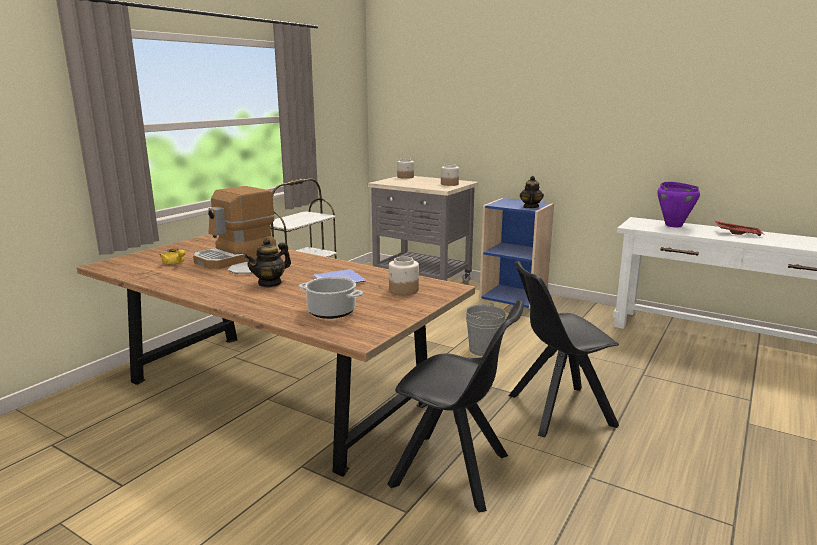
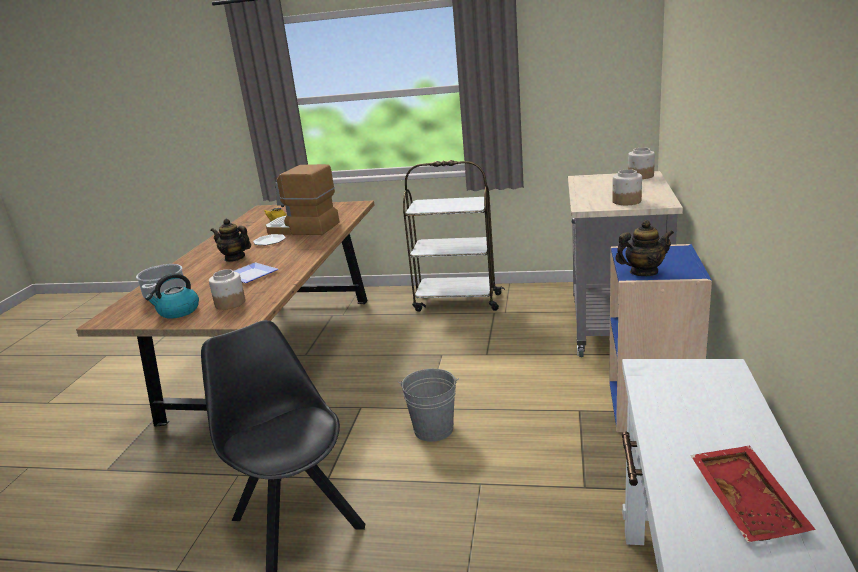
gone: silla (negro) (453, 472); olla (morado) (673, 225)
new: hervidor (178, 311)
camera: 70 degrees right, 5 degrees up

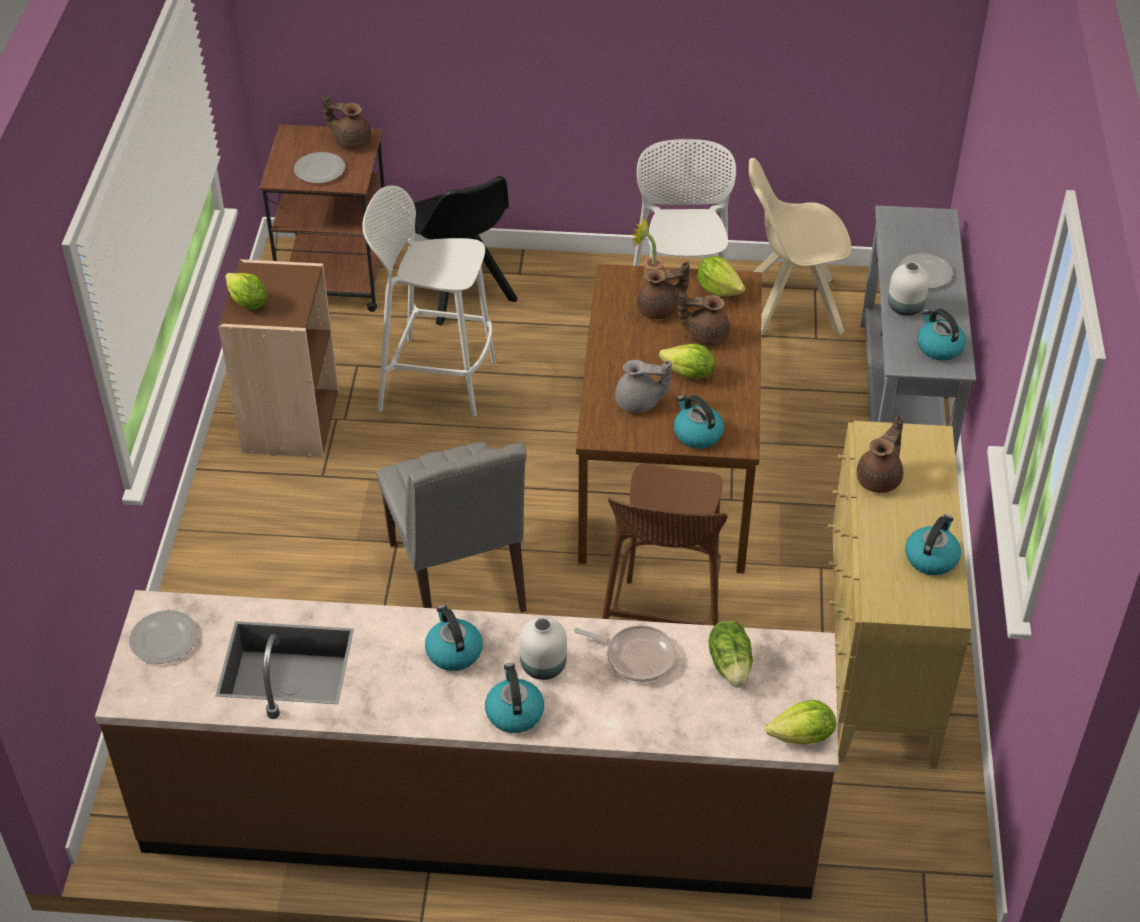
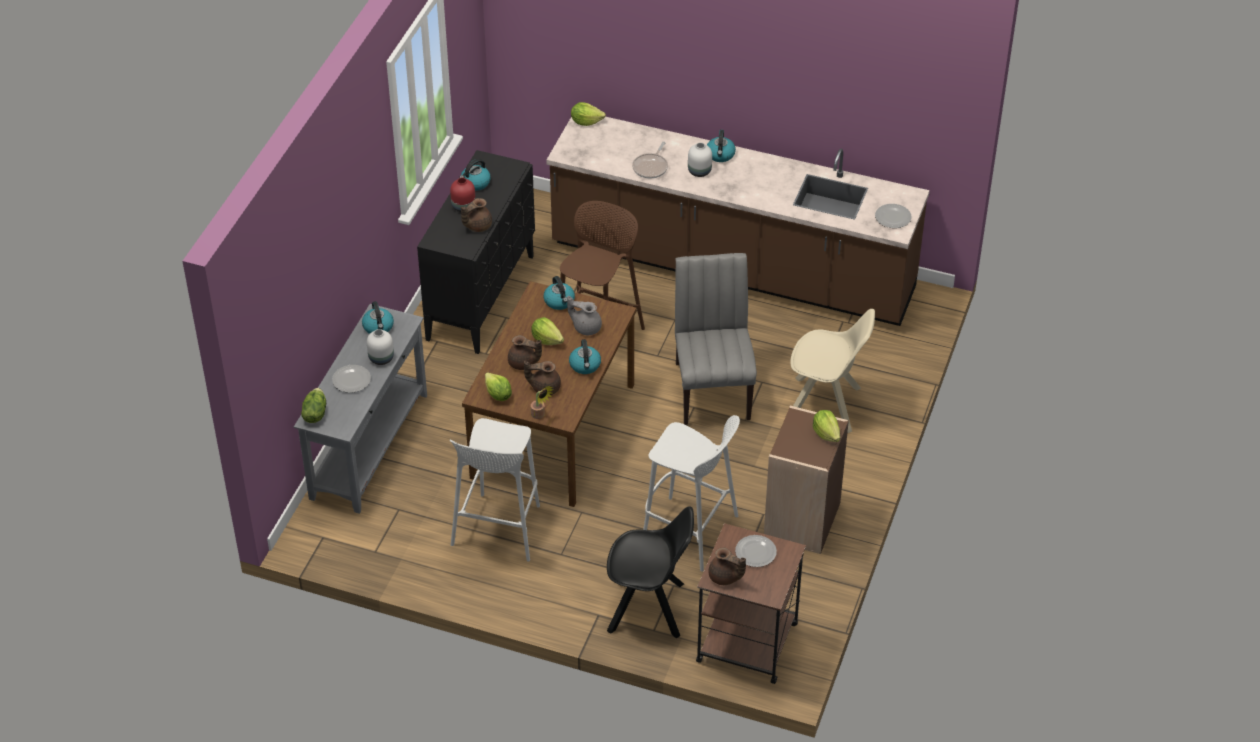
new: florero (rojo) (463, 206)
shifted: lechuga (731, 665) to (314, 413); hervidor (453, 651) to (585, 365); silla (beis) (789, 306) to (826, 405)
repainted: cómoda (beis) (877, 662) to cómoda (negro) (483, 297)
rotated: silla (negro) (462, 290) = (649, 608) 105 degrees clockwise; sartén (636, 656) = (651, 167) 105 degrees counterclockwise
camera: 165 degrees left, 0 degrees up

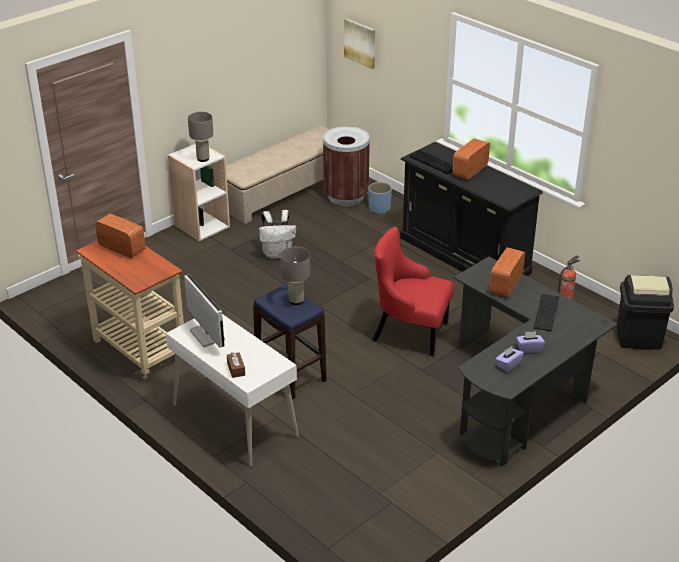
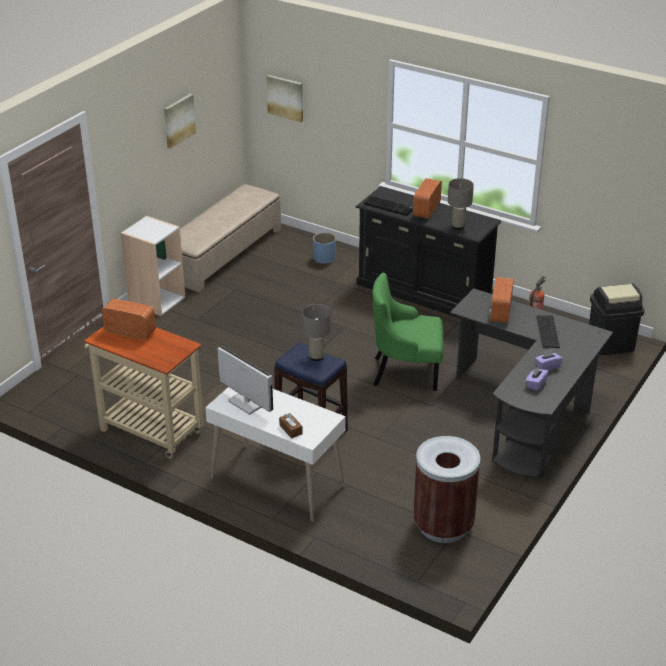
gone: mochila (blanco) (277, 254)
new: cuadro (178, 120)
shifted: papelera (marrón) (346, 197) to (443, 526); lámpara de mesa (gris) (203, 159) to (458, 226)
repainted: silla (rojo) (411, 333) to silla (verde) (407, 373)
camera: 15 degrees left, 0 degrees up

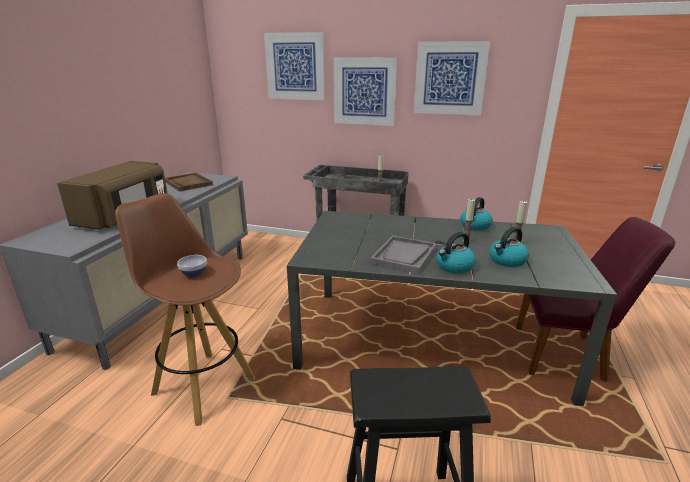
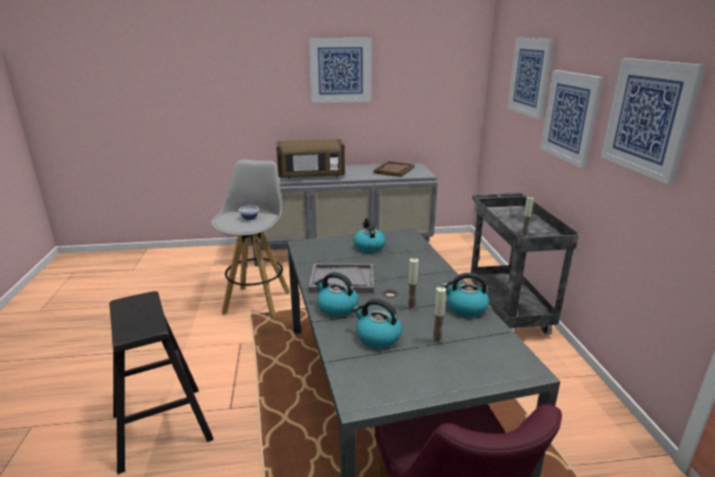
new: cuadro (340, 70); hervidor (368, 246)
repainted: taburete (marrón) (203, 384) to taburete (gris) (258, 301)
camera: 65 degrees right, 0 degrees up

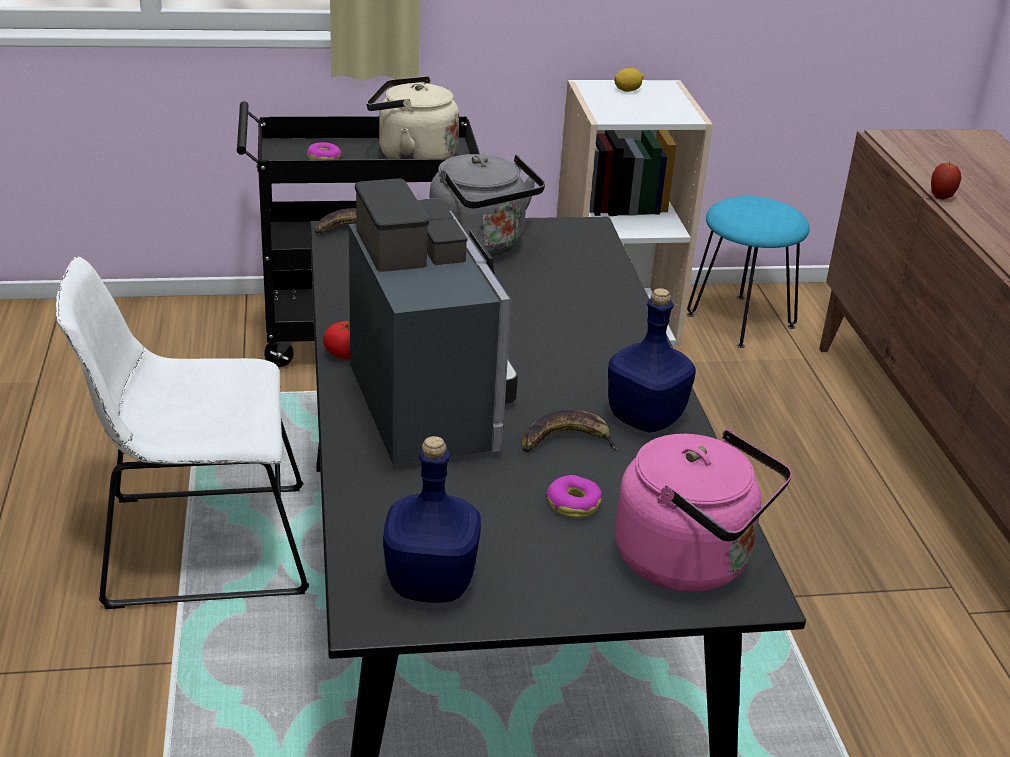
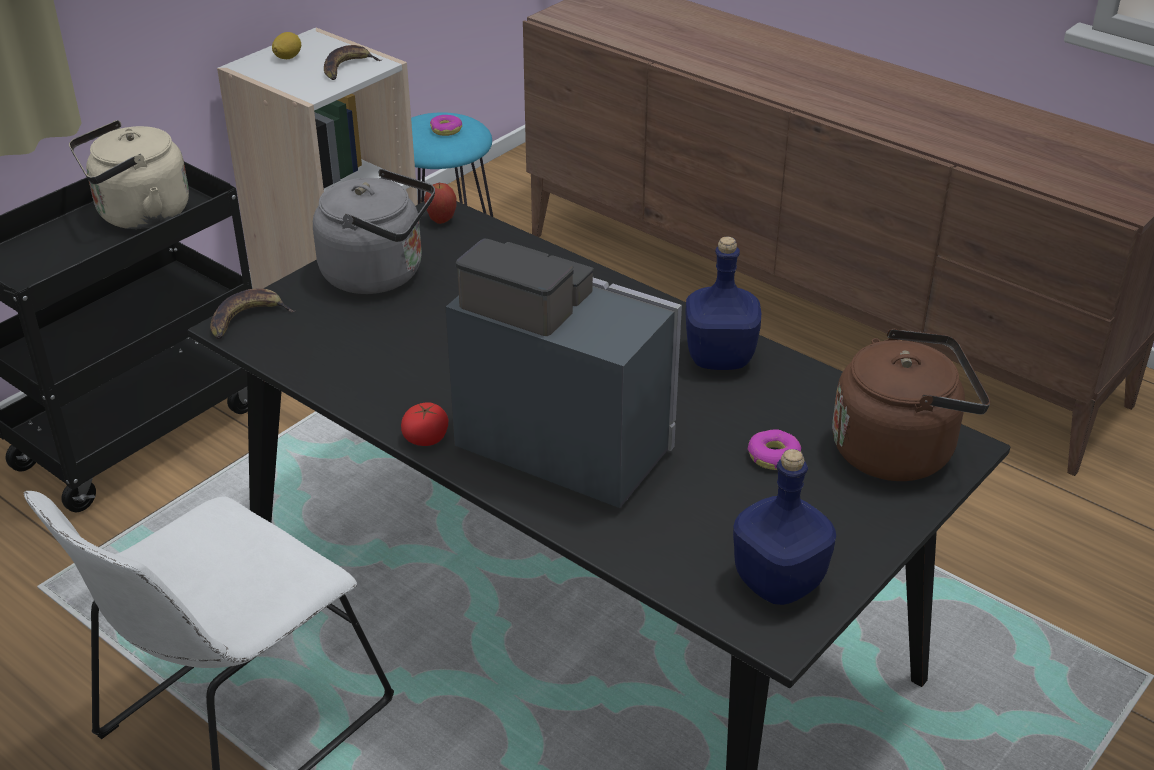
shifted: plátano (566, 441) to (347, 67); manzana (941, 197) to (441, 220); rosquilla (324, 158) to (446, 130)
repainted: hervidor (rosa) (690, 562) to hervidor (marrón) (899, 450)
camera: 40 degrees left, 5 degrees up

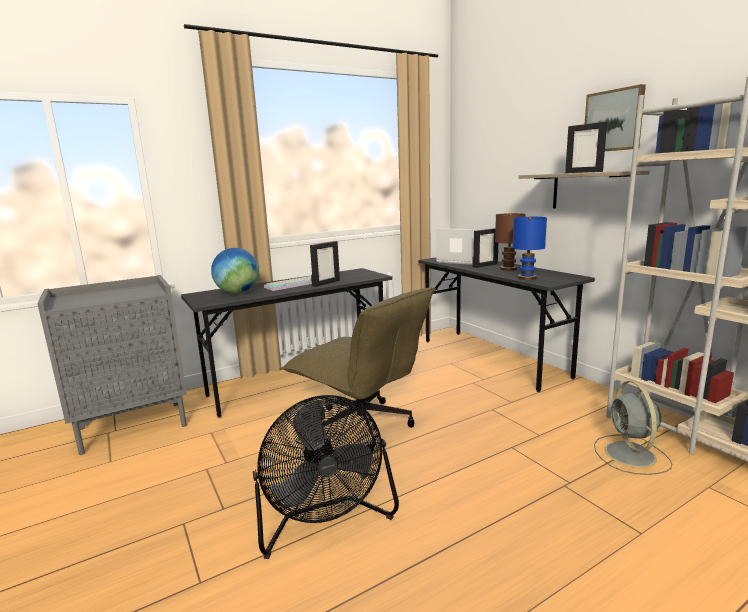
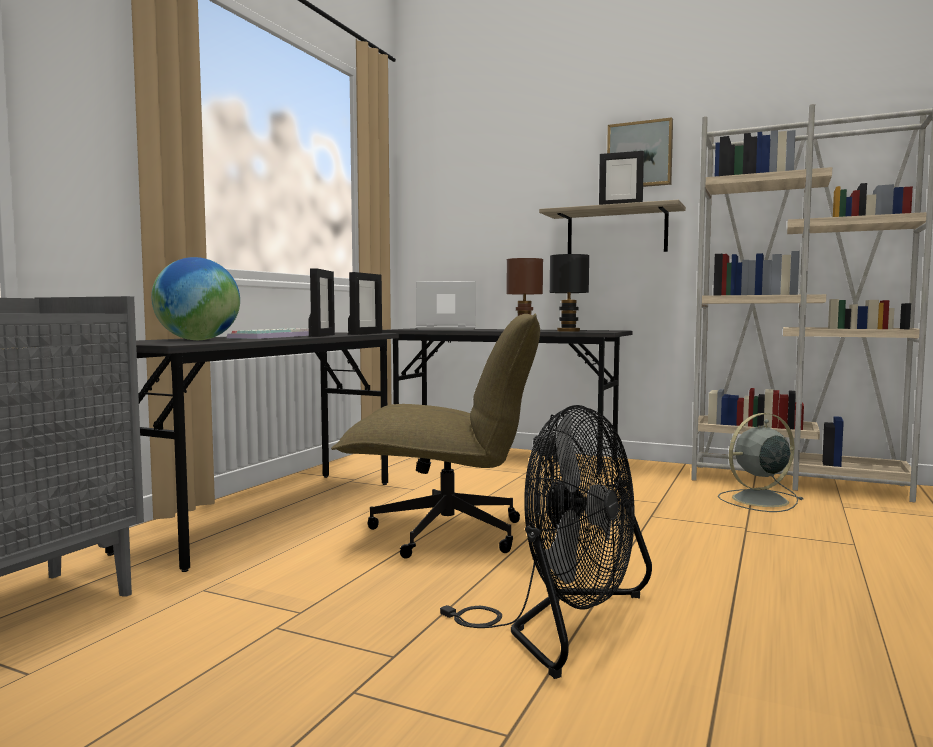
shifted: portarretratos (485, 265) to (365, 333)
repainted: lámpara de mesa (azul) (527, 278) to lámpara de mesa (negro) (568, 331)
rotated: ventilador (gris) (631, 455) = (758, 500) 105 degrees clockwise
camera: 35 degrees left, 10 degrees down

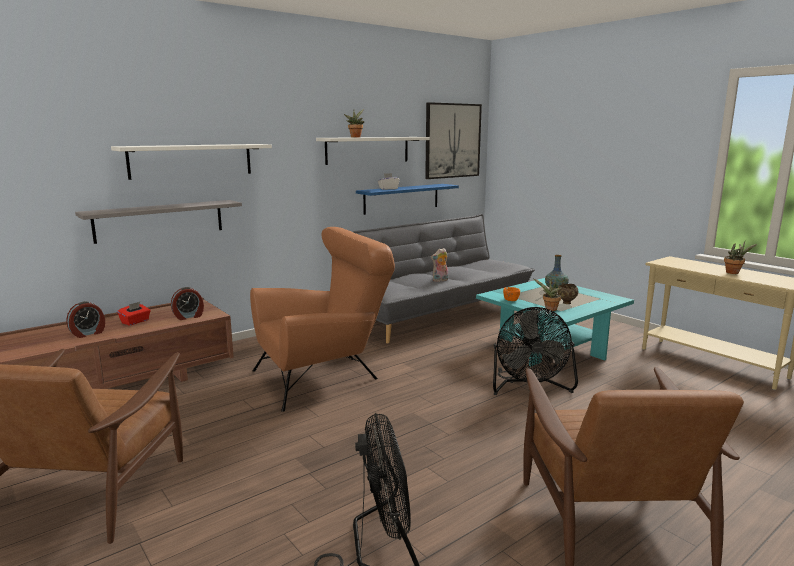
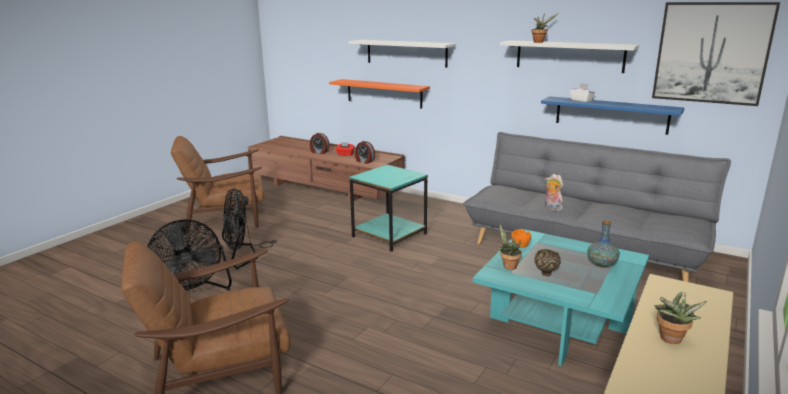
shifted: ventilador (negro) (526, 386) to (244, 253)
swapped: sillón (marrón) (325, 376) to mesa auxiliar (turquesa) (389, 235)
repainted: estante (gris) (160, 220) to estante (naranja) (384, 93)
camera: 70 degrees right, 5 degrees up

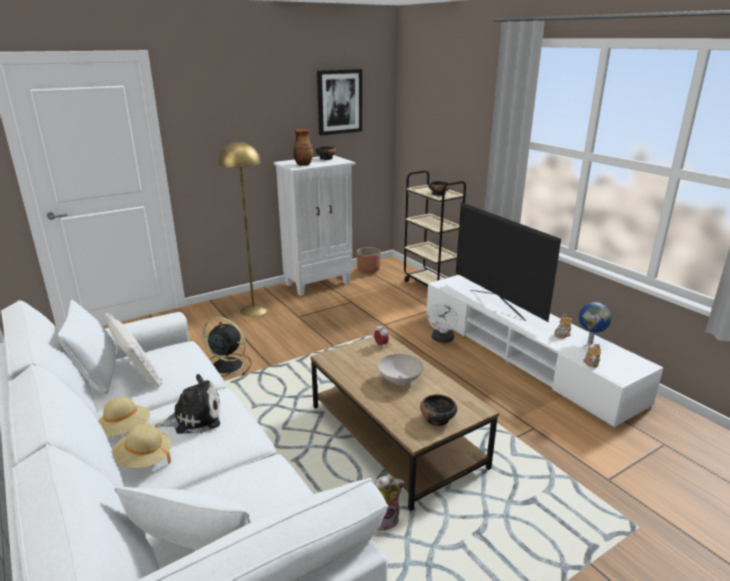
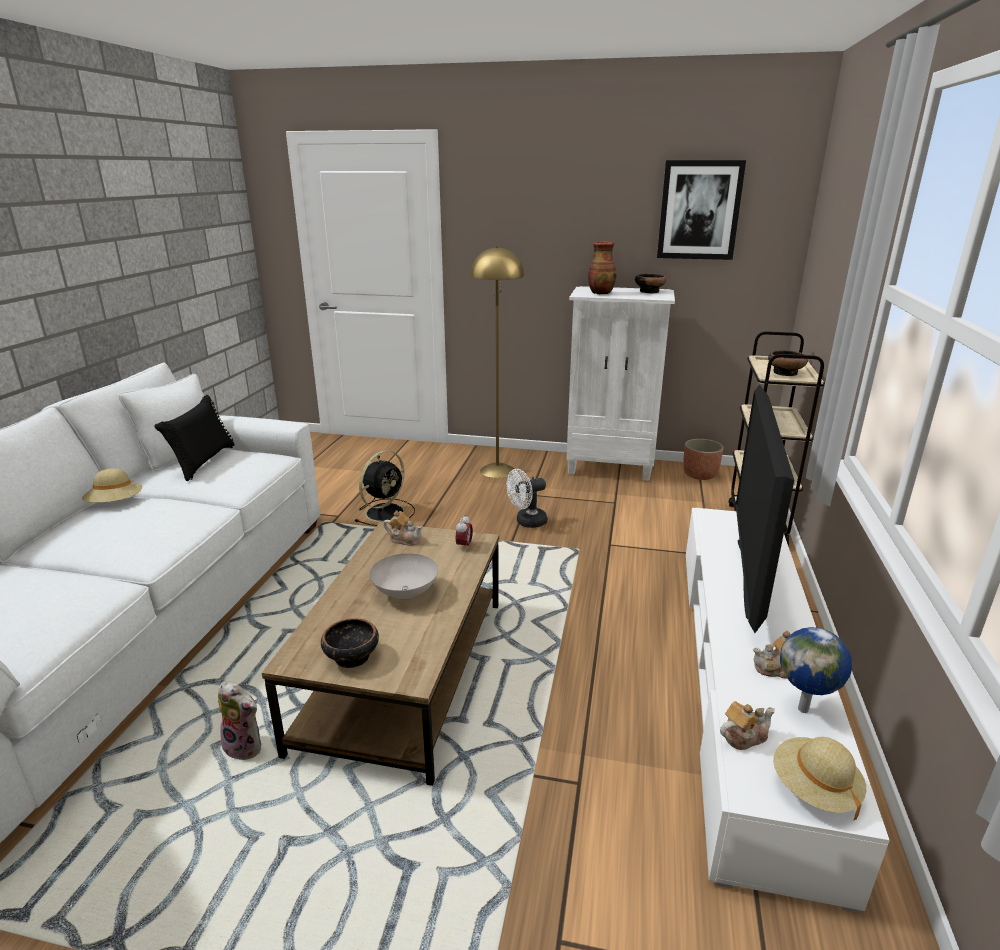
gone: peluche (194, 418)
new: tetera (404, 539)
shifted: ventilador (blanco) (442, 339) to (527, 522); sombrero (beis) (144, 459) to (814, 788)
repainted: cojín (blanco) (137, 371) to cojín (negro) (203, 462)
rotated: ventilador (negro) (226, 365) = (386, 512) 60 degrees clockwise
camera: 45 degrees right, 0 degrees up

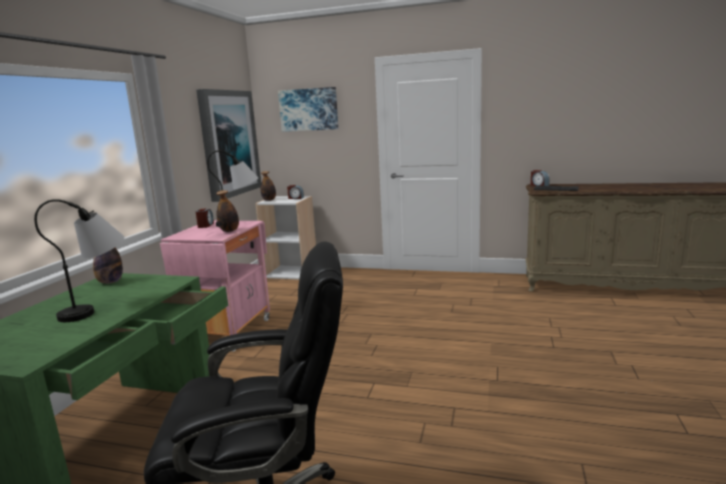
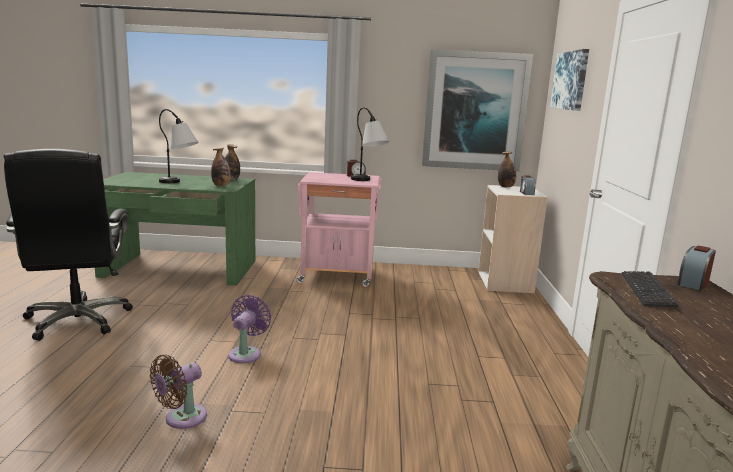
new: ventilador (marrón) (181, 419); ventilador (morado) (246, 353)
shifted: botella (229, 231) to (221, 186)
camera: 75 degrees right, 0 degrees up

